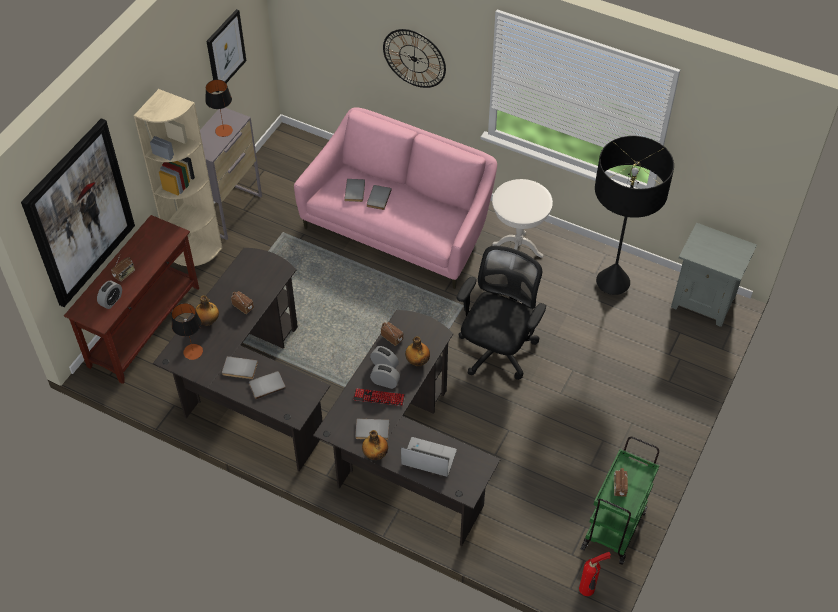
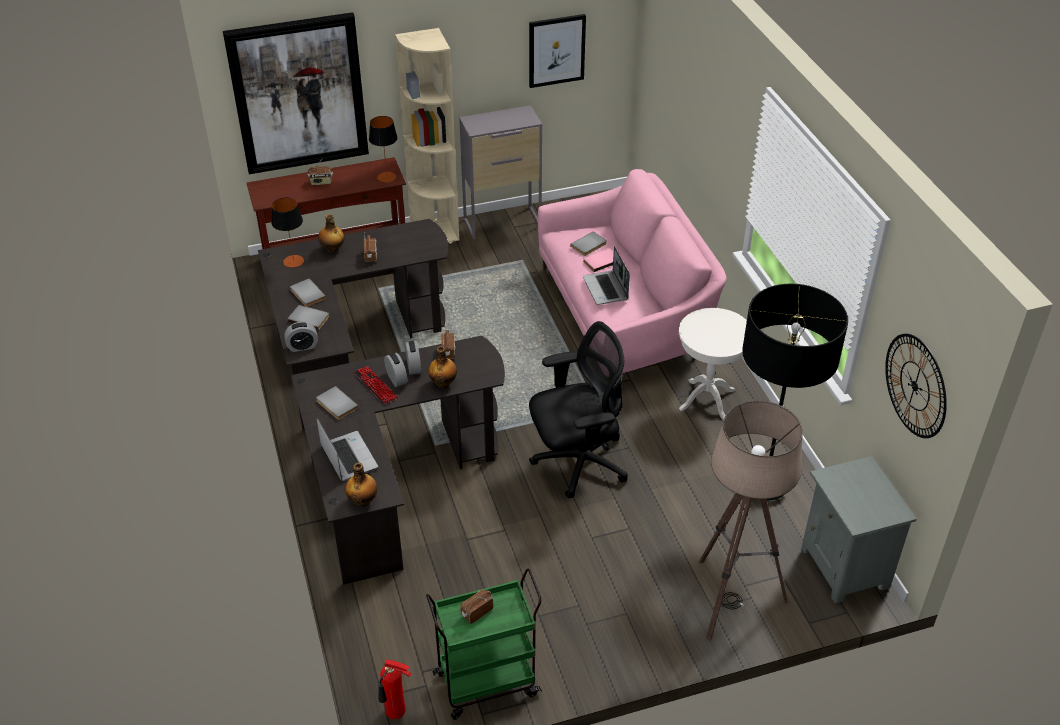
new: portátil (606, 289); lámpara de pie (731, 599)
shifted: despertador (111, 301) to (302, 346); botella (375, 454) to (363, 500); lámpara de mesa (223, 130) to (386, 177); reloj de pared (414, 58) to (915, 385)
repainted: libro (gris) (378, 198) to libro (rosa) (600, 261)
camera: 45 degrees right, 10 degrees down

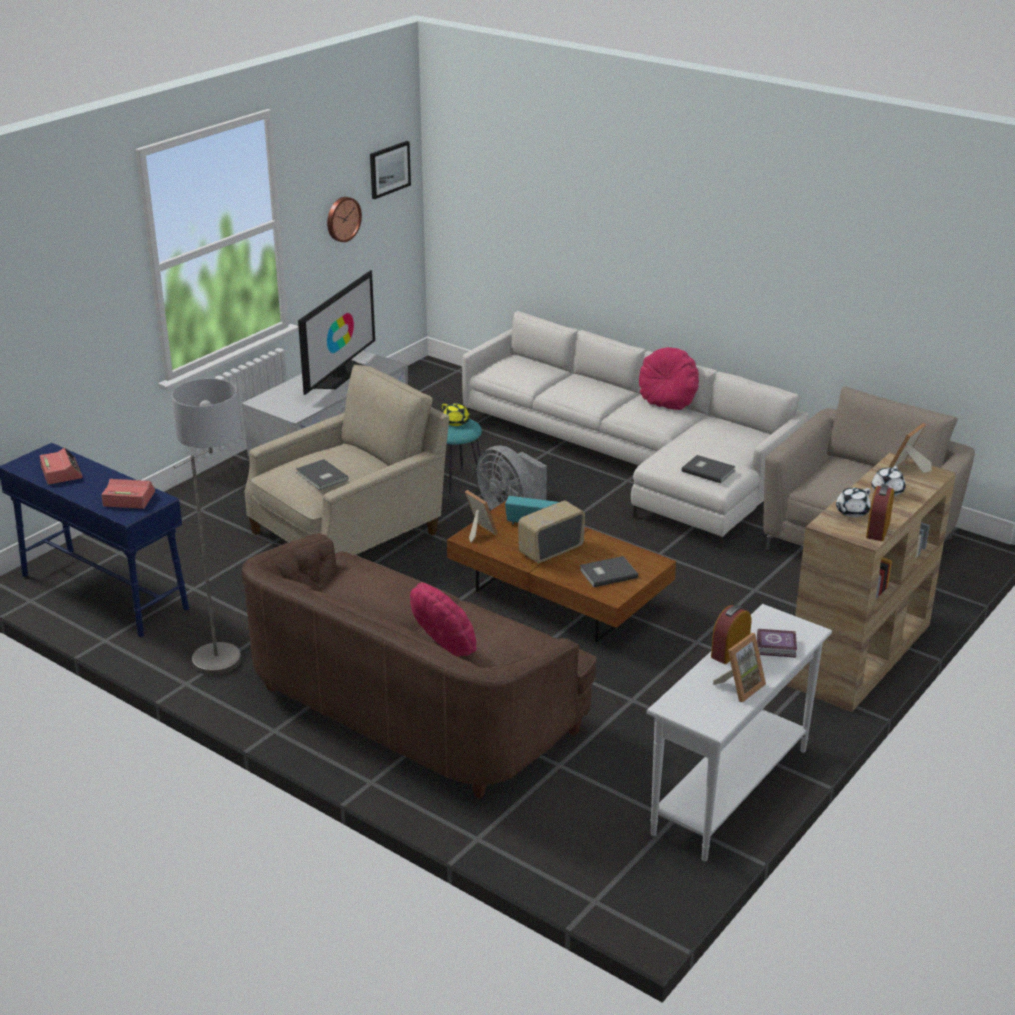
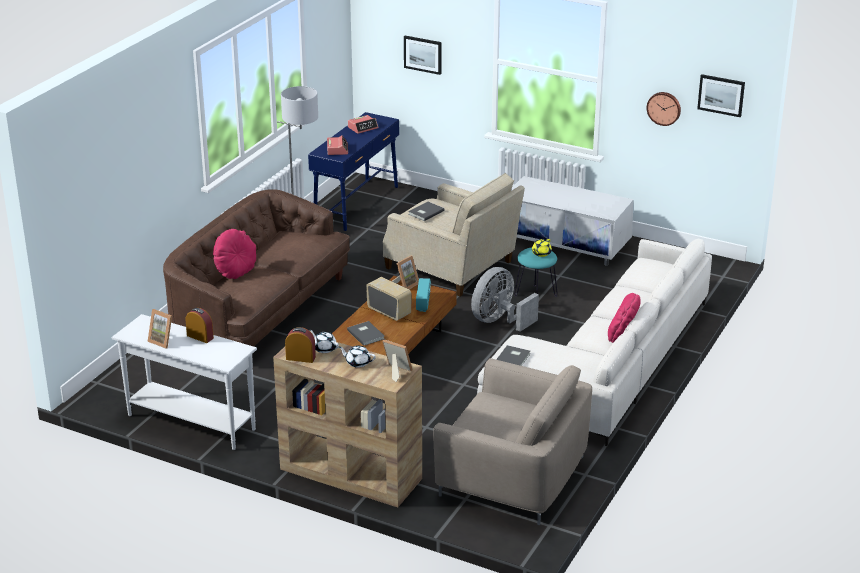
gone: televisor (339, 375); libro (777, 647)
new: cuadro (423, 54)
camera: 80 degrees right, 0 degrees up

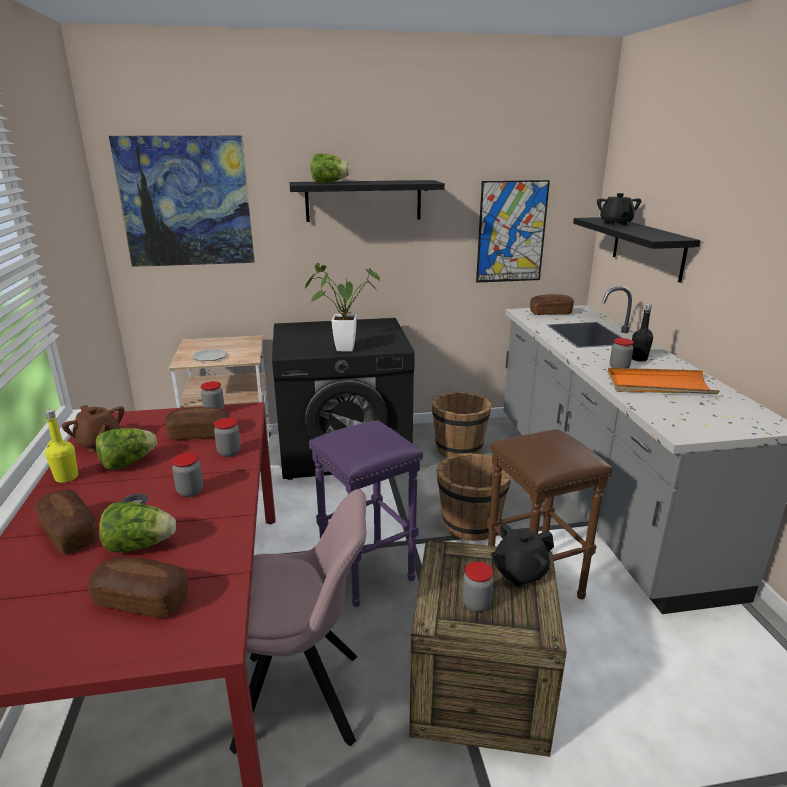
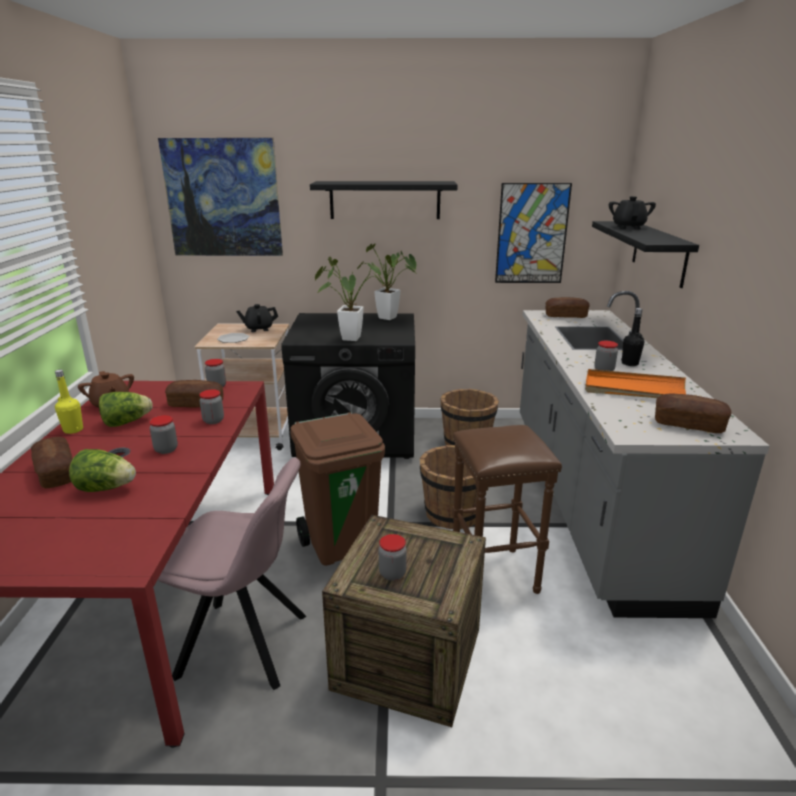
gone: lechuga (329, 183)
new: planta en maceta (391, 318)
shifted: tetera (negro) (519, 573) to (259, 329); pan (142, 600) to (688, 424)
swapped: taburete (morado) (368, 570) to papelera (marrón) (341, 544)
camera: 10 degrees right, 0 degrees up

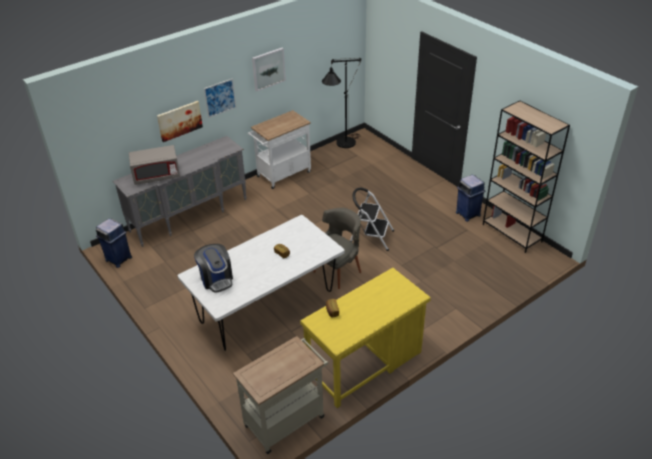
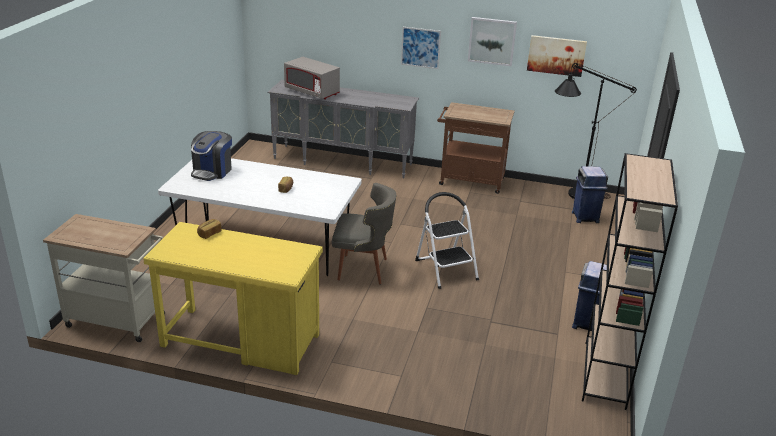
shifted: cuadro (179, 120) to (556, 55); papelera (azul) (118, 259) to (585, 217)
repainted: carrito (blanco) (282, 175) to carrito (marrón) (469, 181)
camera: 50 degrees right, 10 degrees down

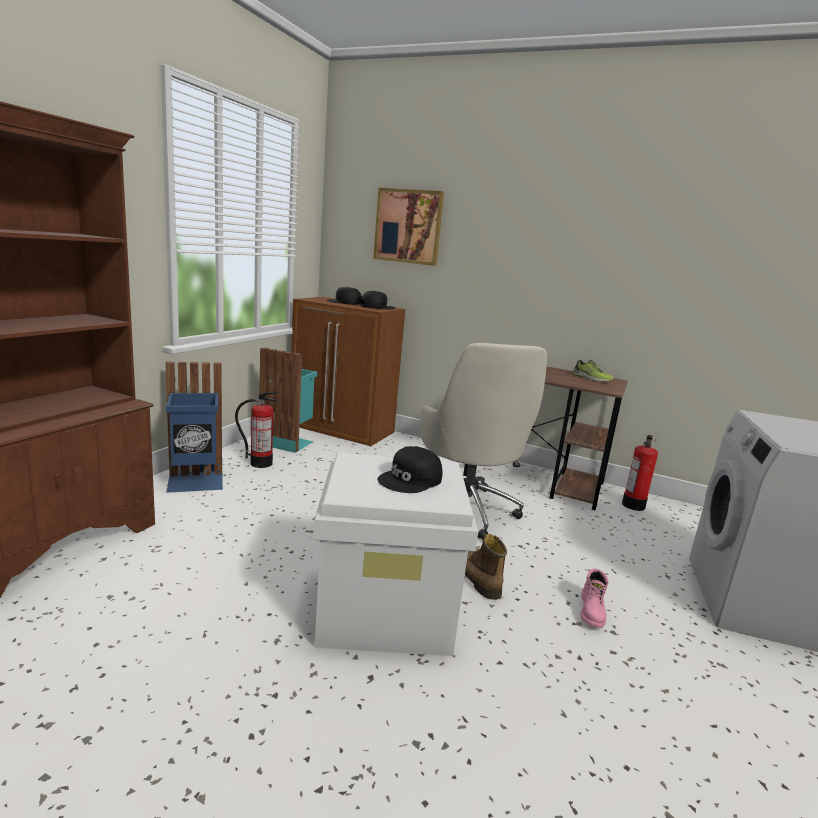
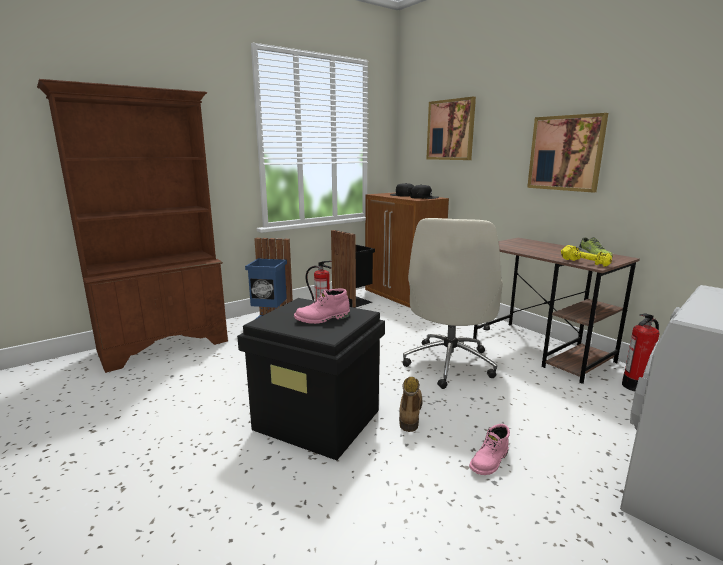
new: cuadro (565, 153); mancuerna (amarillo) (585, 263)
swapped: gorra (negro) (411, 480) to bota (rosa) (322, 319)
repainted: caja de almacenaje (blanco) (387, 610) to caja de almacenaje (negro) (318, 419); papelera (turquesa) (287, 442) to papelera (negro) (353, 301)
camera: 30 degrees right, 0 degrees up

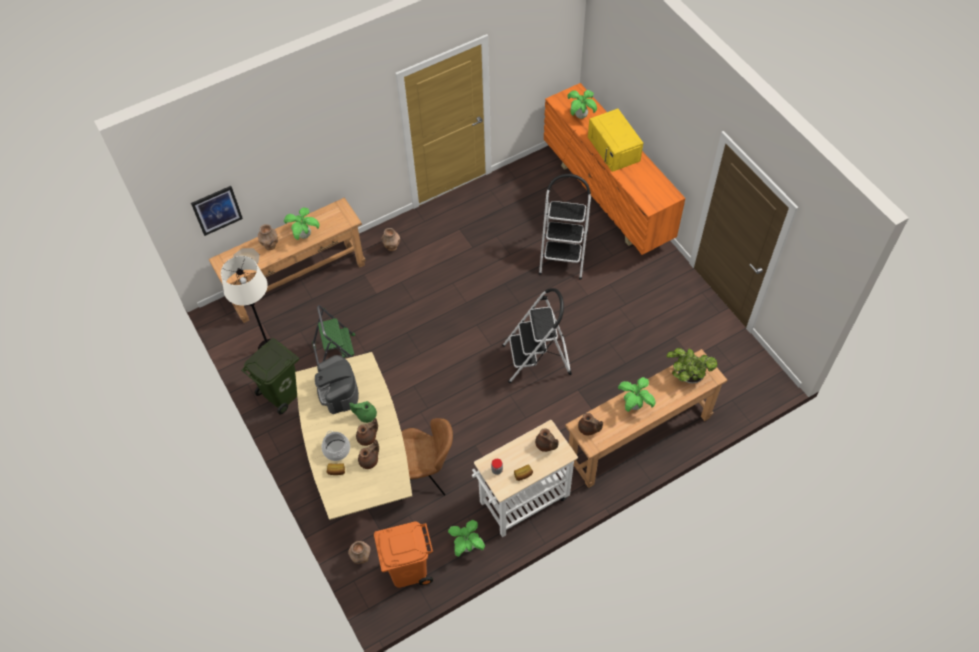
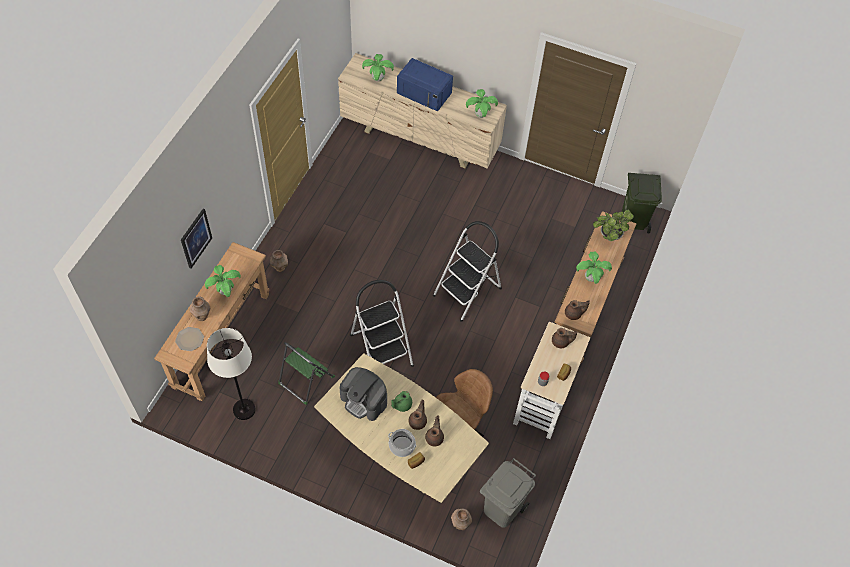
shifted: cuadro (217, 210) to (196, 238); escalera de tijera (564, 252) to (381, 348); planta en maceta (467, 546) to (480, 115); papelera (verde) (282, 393) to (634, 220)
repainted: armario (naranja) (607, 199) to armario (beis) (420, 140); microondas (amarillo) (614, 149) to microondas (azul) (424, 93); papelera (naranja) (408, 569) to papelera (gris) (501, 508)
camera: 40 degrees left, 0 degrees up

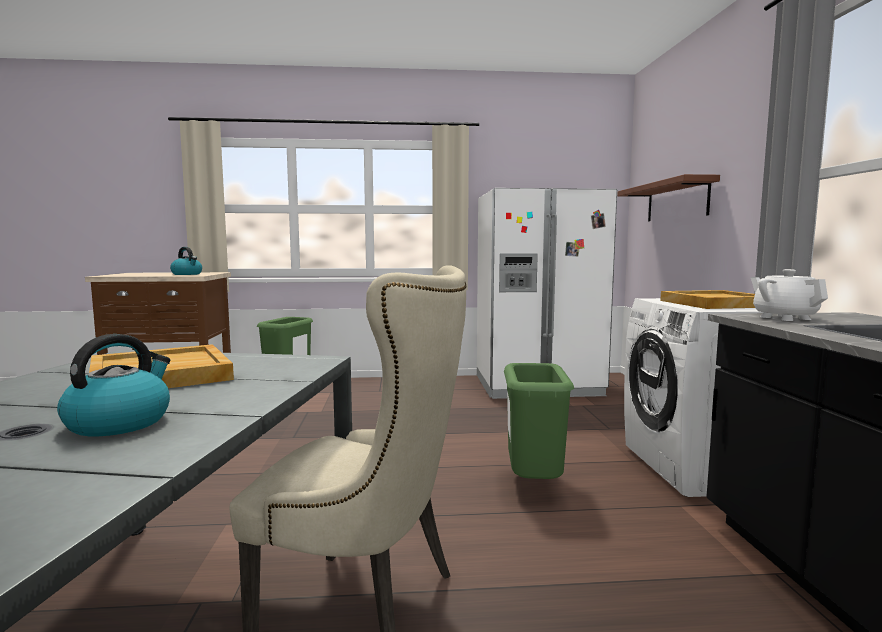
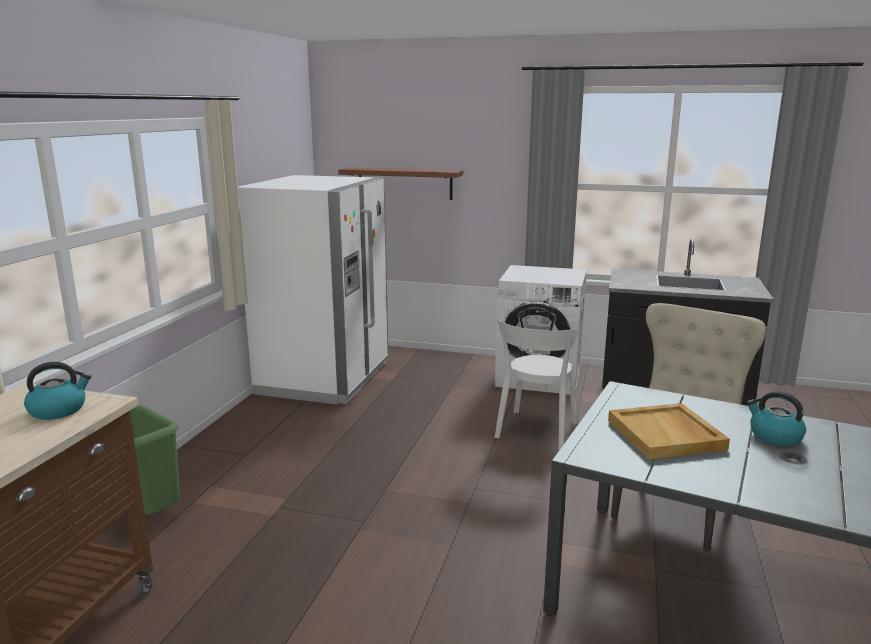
gone: bandeja (beis) (714, 304); tetera (blanco) (784, 318)
swapped: papelera (verde) (532, 485) to silla (blanco) (535, 432)
camera: 70 degrees left, 10 degrees up

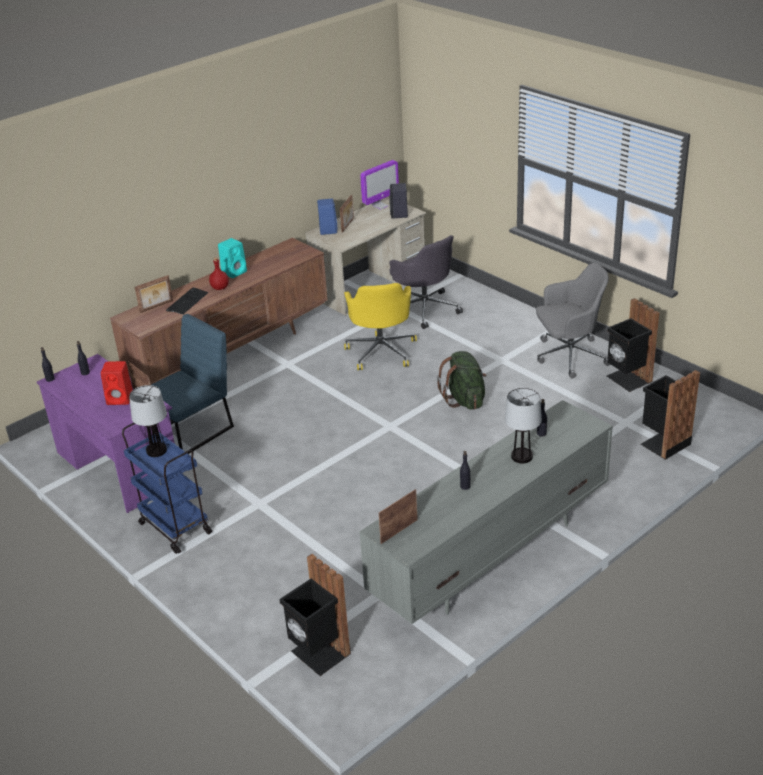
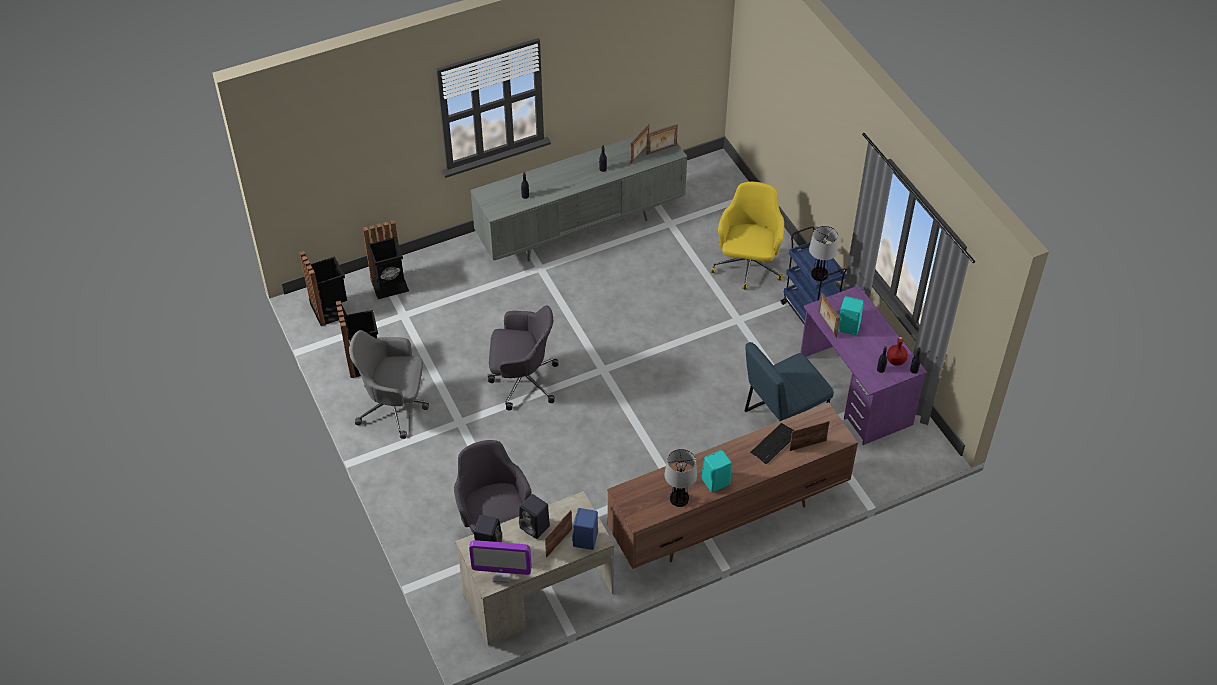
new: altavoz (negro) (535, 527); portarretratos (640, 154)
shifted: papelera (negro) (318, 654) to (330, 309); lámpara de mesa (522, 457) to (679, 498); silla de oficina (amarillo) (381, 351) to (748, 267); botella (rojo) (220, 288) to (895, 360)
swapped: mochila (verde) (465, 400) to silla de oficina (gris) (522, 381)
repainted: altavoz (rojo) (121, 398) to altavoz (turquesa) (847, 326)
rotated: monitor (380, 206) = (502, 575) 150 degrees counterclockwise
camera: 165 degrees left, 15 degrees up

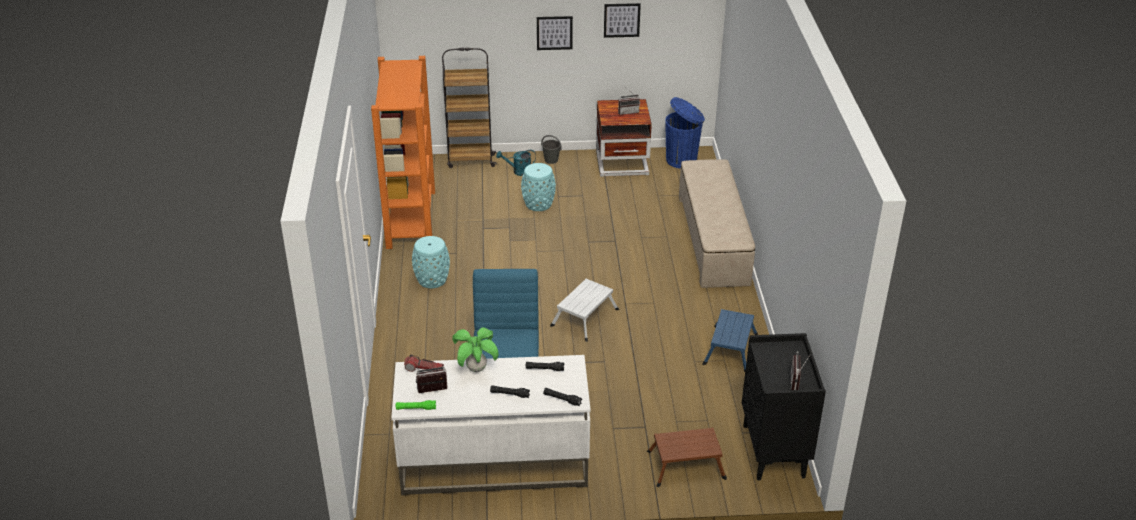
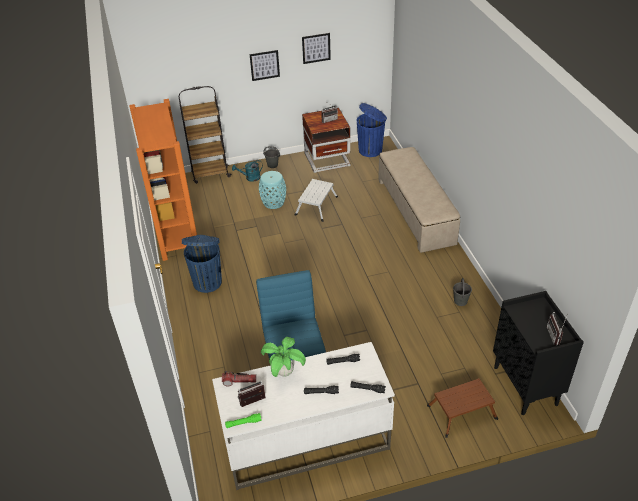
shifted: escalera de tijera (blanco) (584, 317) to (316, 206)
swapped: taburete (turquesa) (432, 280) to papelera (azul) (207, 281); escalera de tijera (azul) (730, 349) to cubo (gris) (460, 301)
camera: 10 degrees left, 5 degrees up

